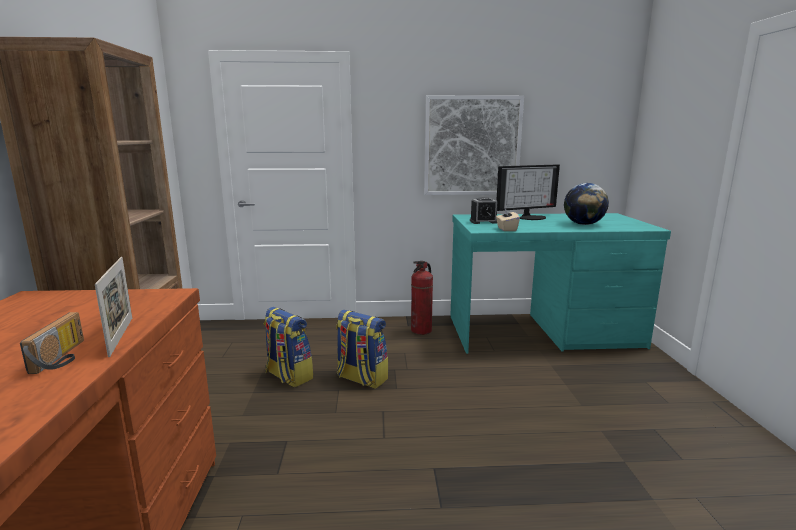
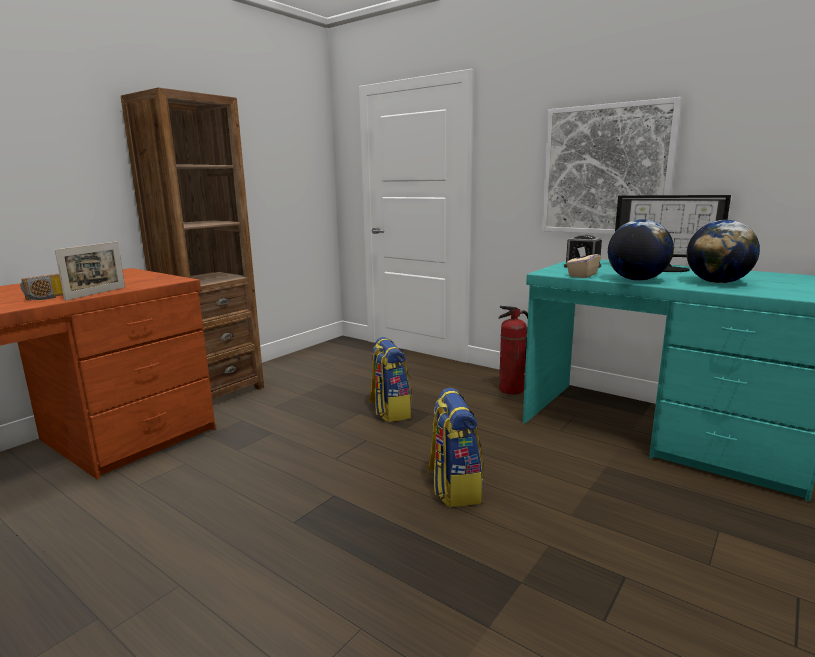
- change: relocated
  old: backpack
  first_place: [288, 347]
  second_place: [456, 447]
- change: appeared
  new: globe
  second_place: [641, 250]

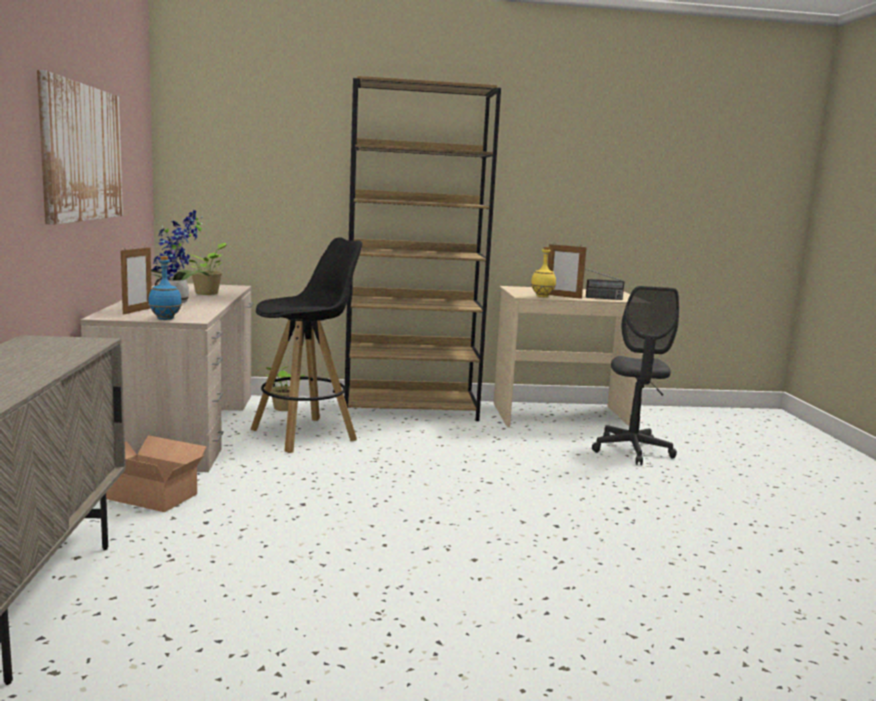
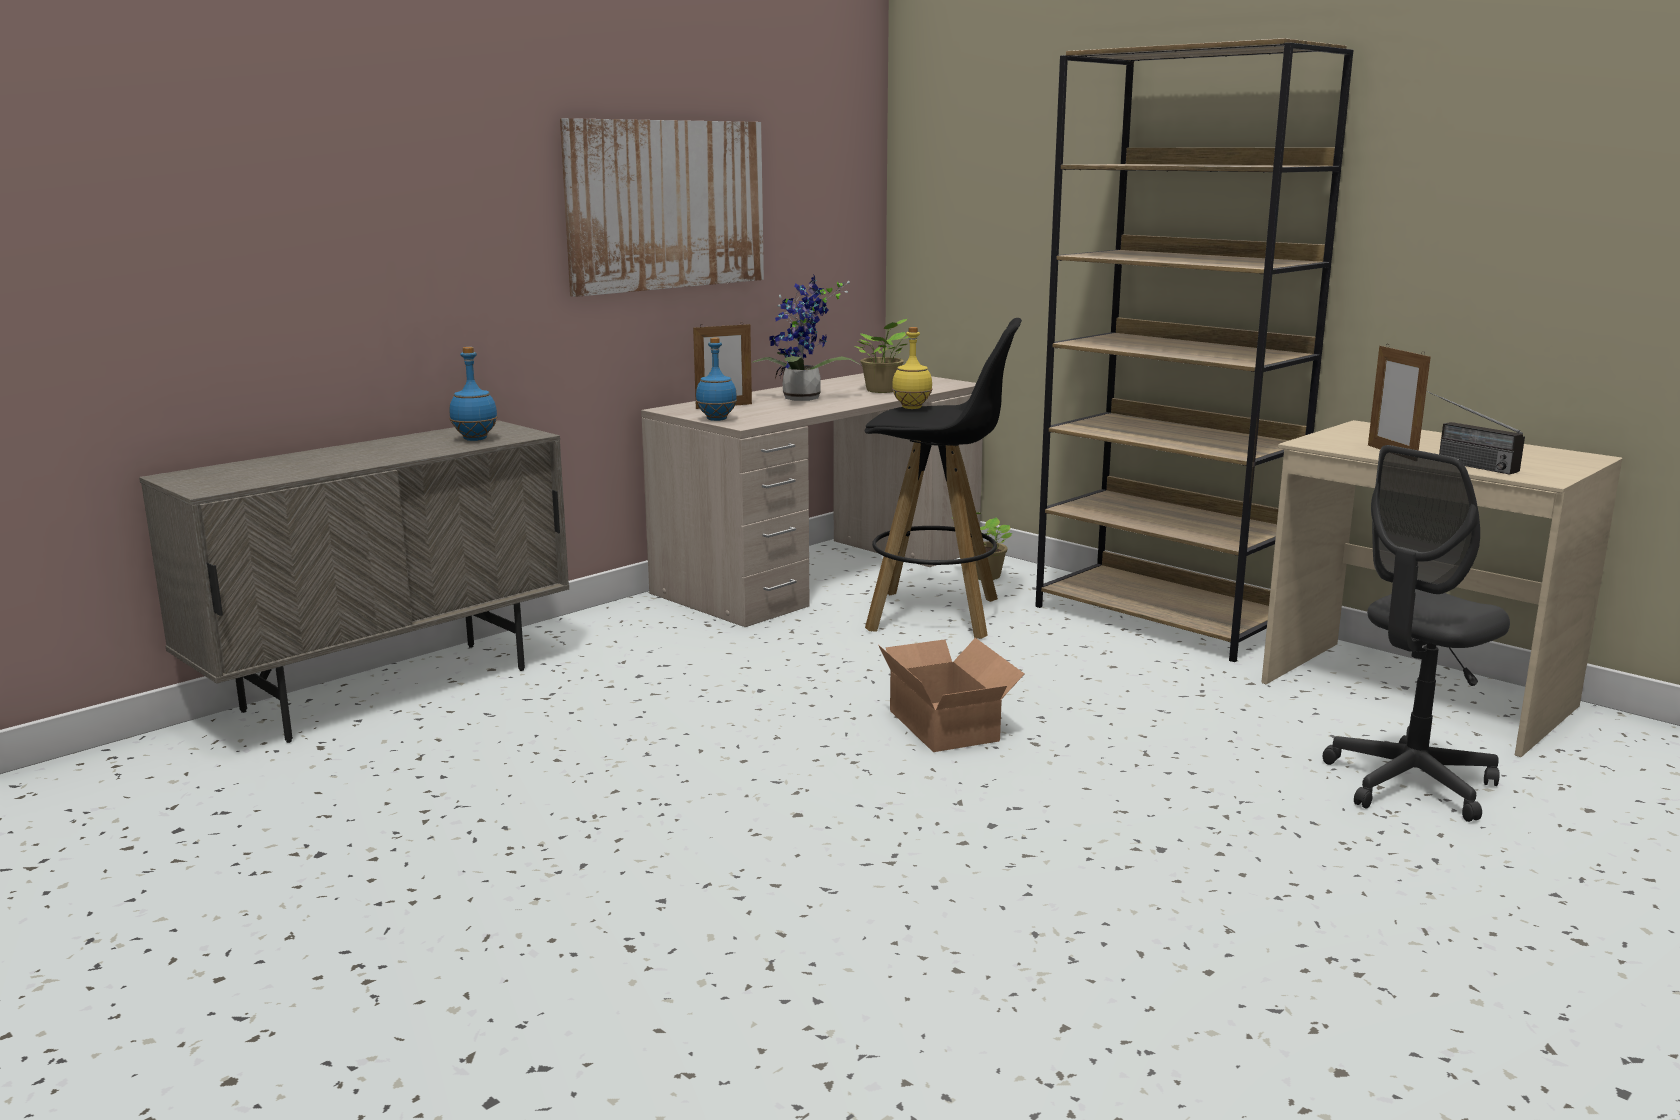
- change: appeared
  new: blue bottle
  second_place: [473, 394]
- change: relocated
  old: cardboard box
  first_place: [156, 473]
  second_place: [951, 695]
- change: relocated
  old: yellow bottle
  first_place: [543, 272]
  second_place: [912, 368]

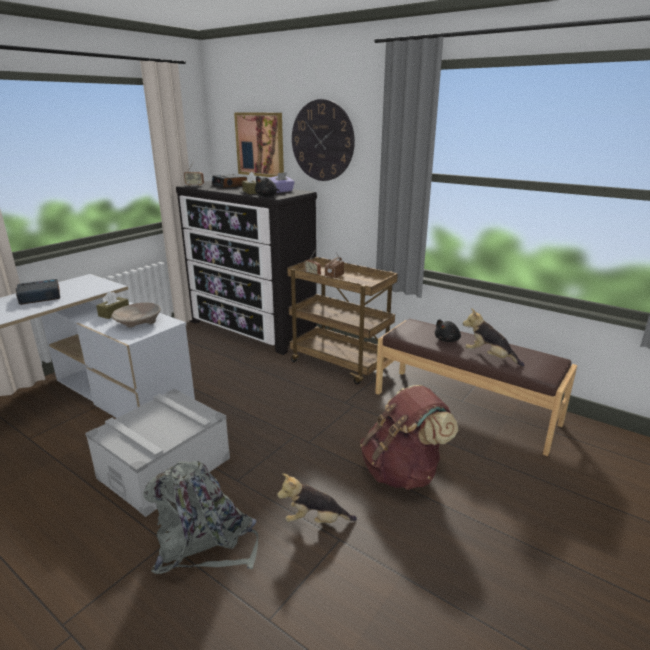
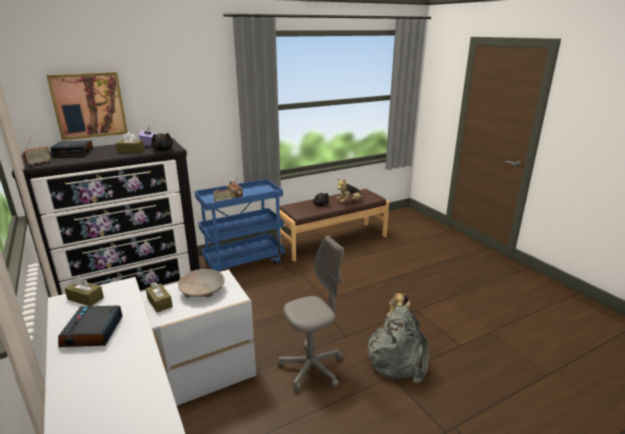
- change: appeared
  new: brown tissue box
  second_place: [84, 291]
- change: colour
  old: brown cart
  new: blue cart
  first_place: [342, 321]
  second_place: [240, 225]
- change: exchanged
  old: grey storage box
  new: grey office chair
  first_place: [157, 452]
  second_place: [311, 314]
- change: missing
  old: wall clock
  first_place: [323, 140]
- change: missing
  old: brown backpack
  first_place: [409, 437]

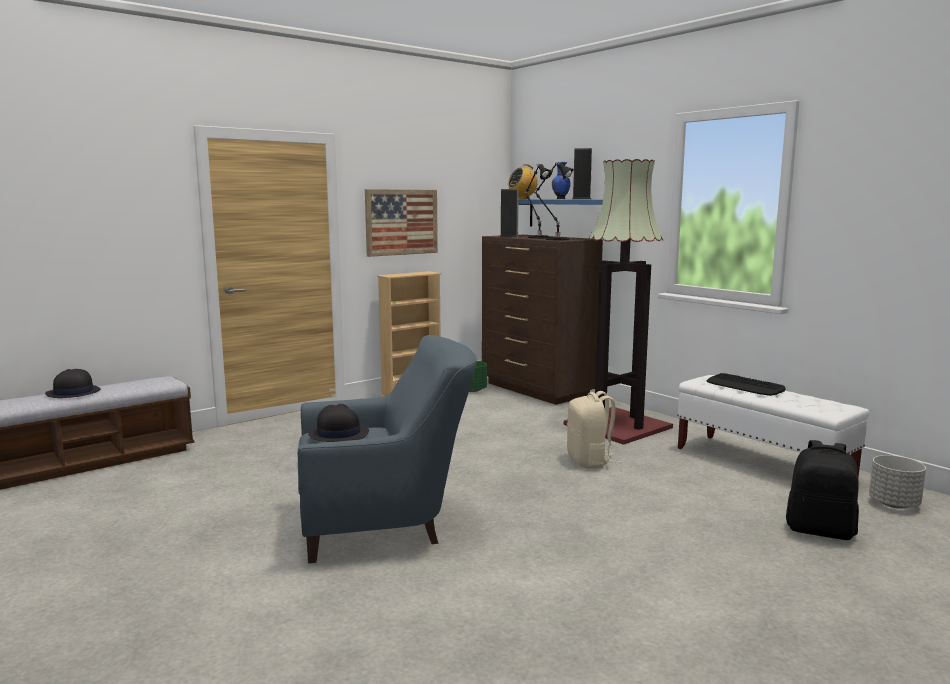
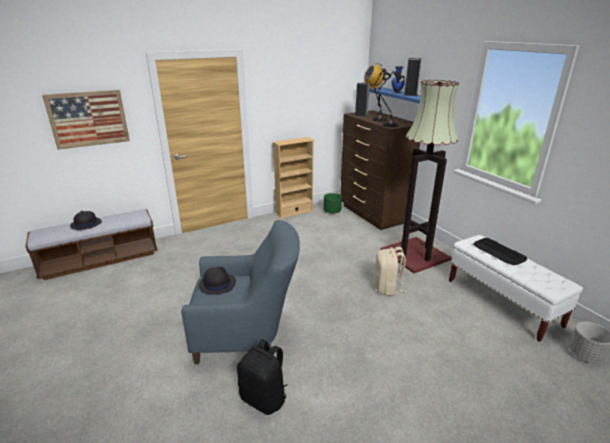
- change: relocated
  old: picture
  first_place: [401, 223]
  second_place: [86, 120]
- change: relocated
  old: black backpack
  first_place: [822, 490]
  second_place: [262, 377]

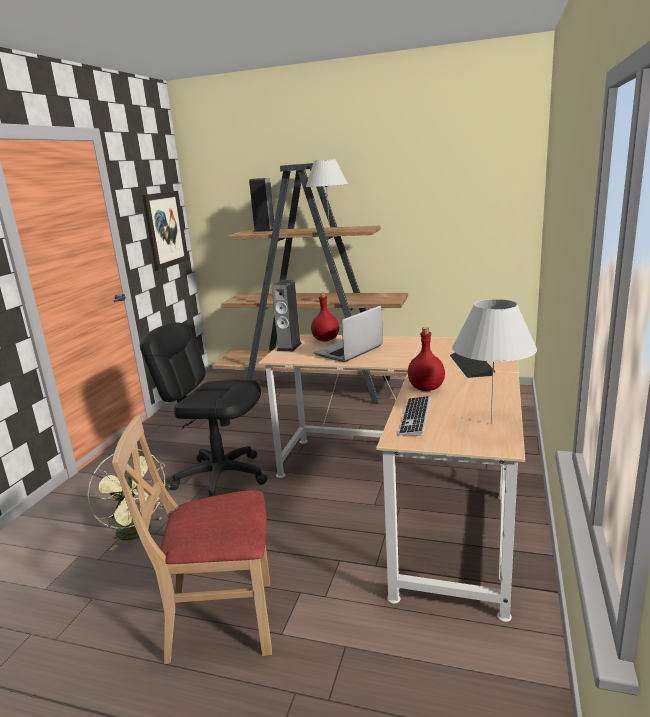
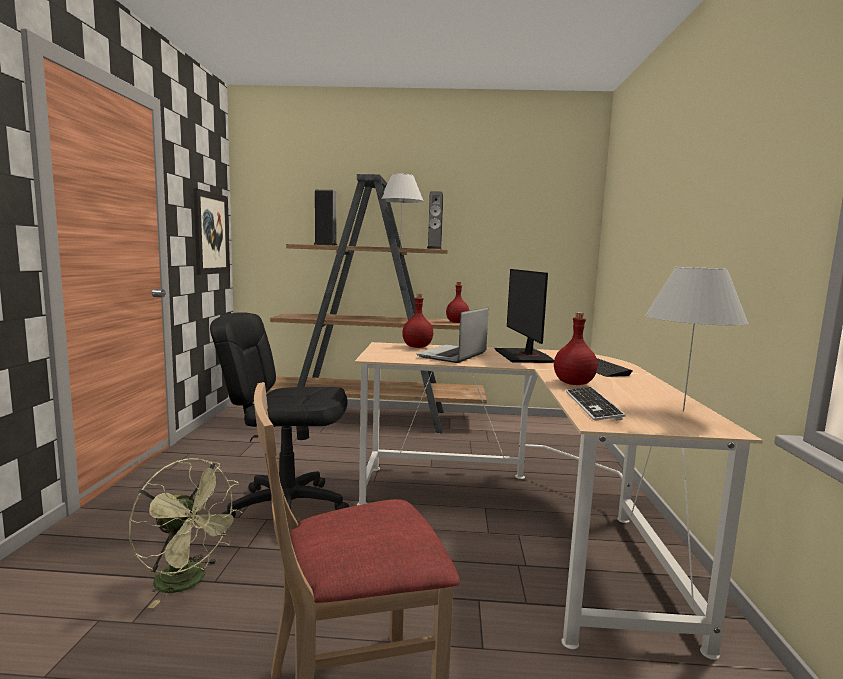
- change: relocated
  old: speaker
  first_place: [287, 316]
  second_place: [435, 220]
- change: appeared
  new: red bottle
  second_place: [457, 302]
- change: appeared
  new: monitor
  second_place: [524, 316]

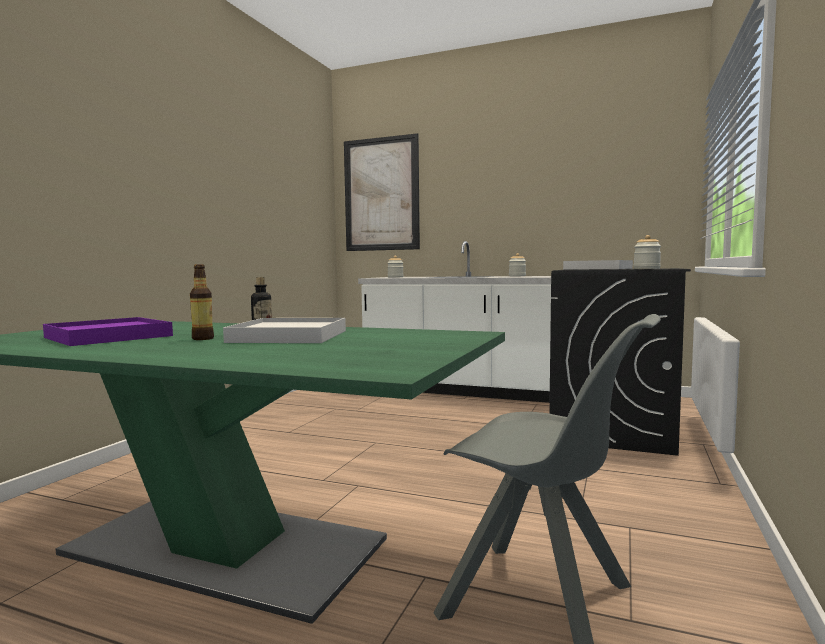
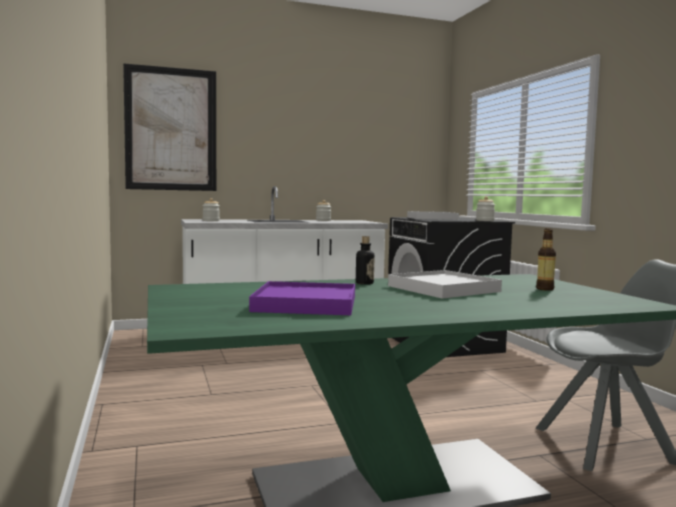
- change: relocated
  old: bottle
  first_place: [202, 302]
  second_place: [546, 259]

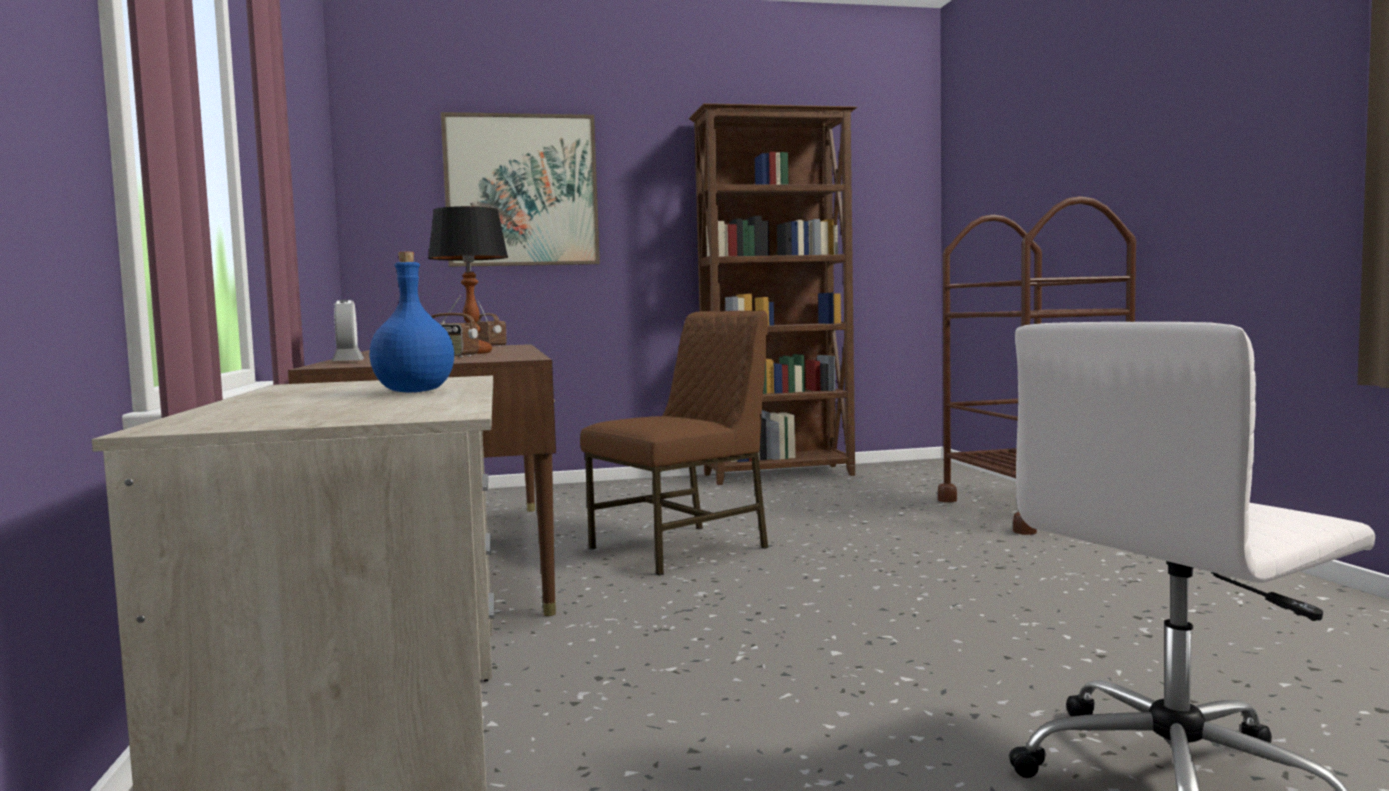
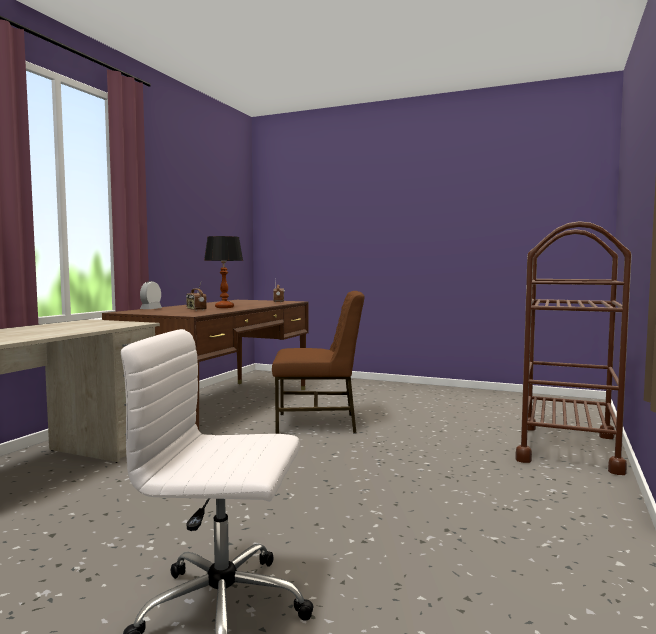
- change: missing
  old: blue bottle
  first_place: [412, 322]
- change: missing
  old: picture
  first_place: [520, 189]
- change: missing
  old: brown bookcase
  first_place: [773, 294]

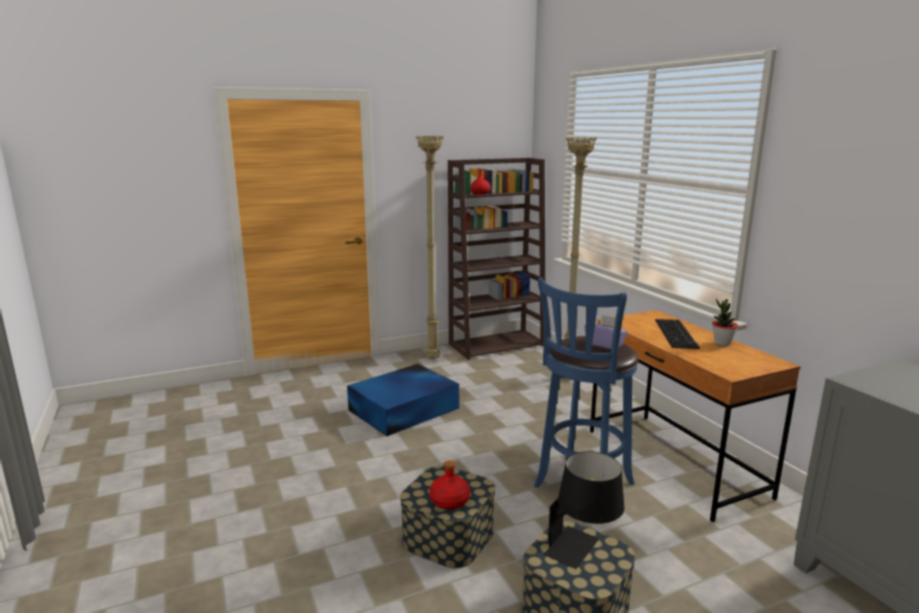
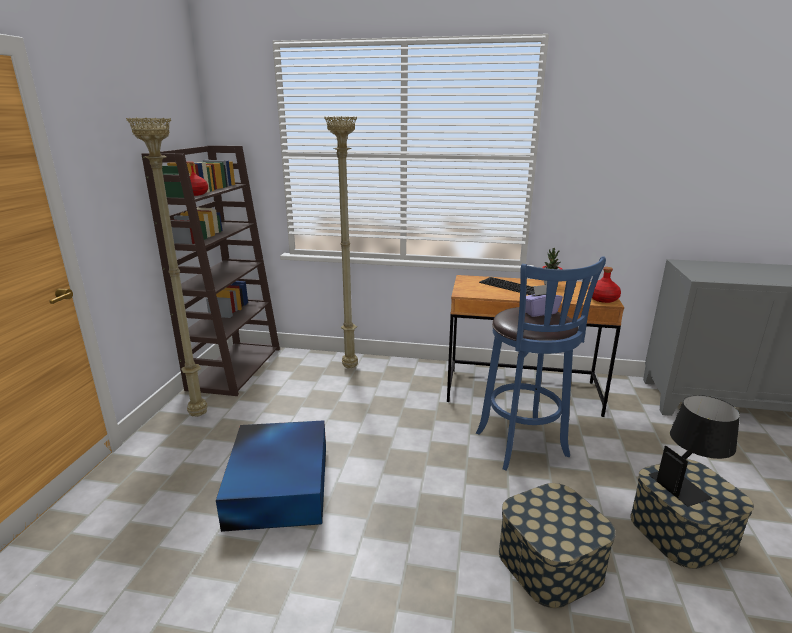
- change: relocated
  old: red bottle
  first_place: [449, 485]
  second_place: [604, 285]

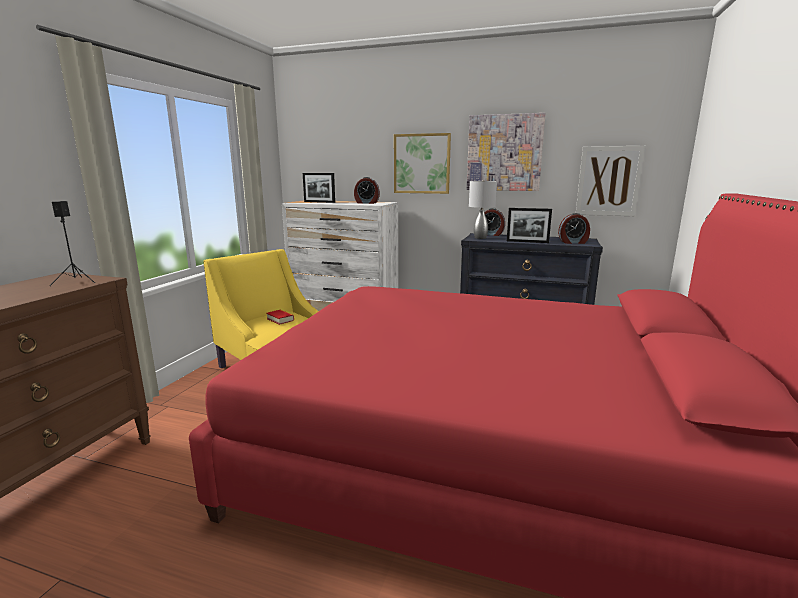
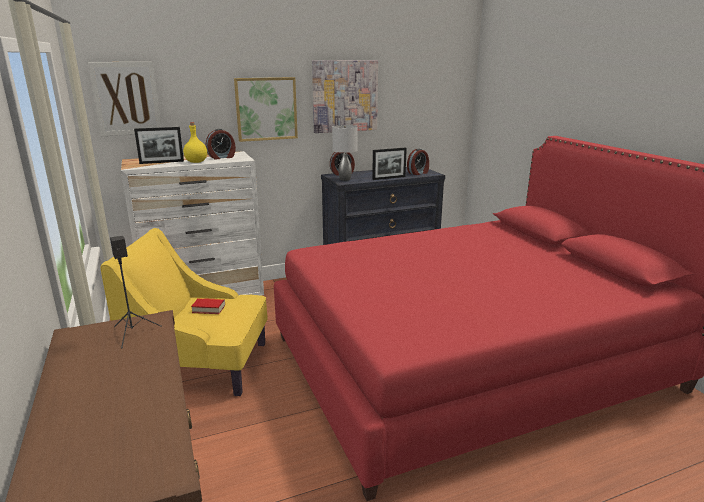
- change: relocated
  old: picture
  first_place: [610, 181]
  second_place: [124, 99]
- change: appeared
  new: yellow bottle
  second_place: [195, 142]

